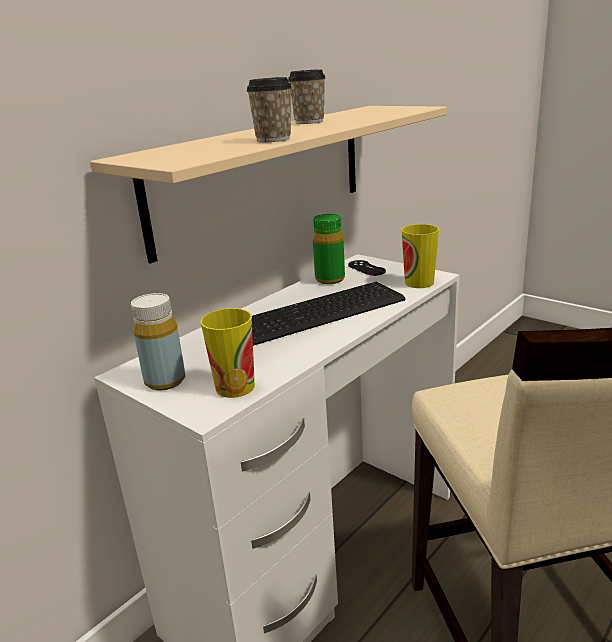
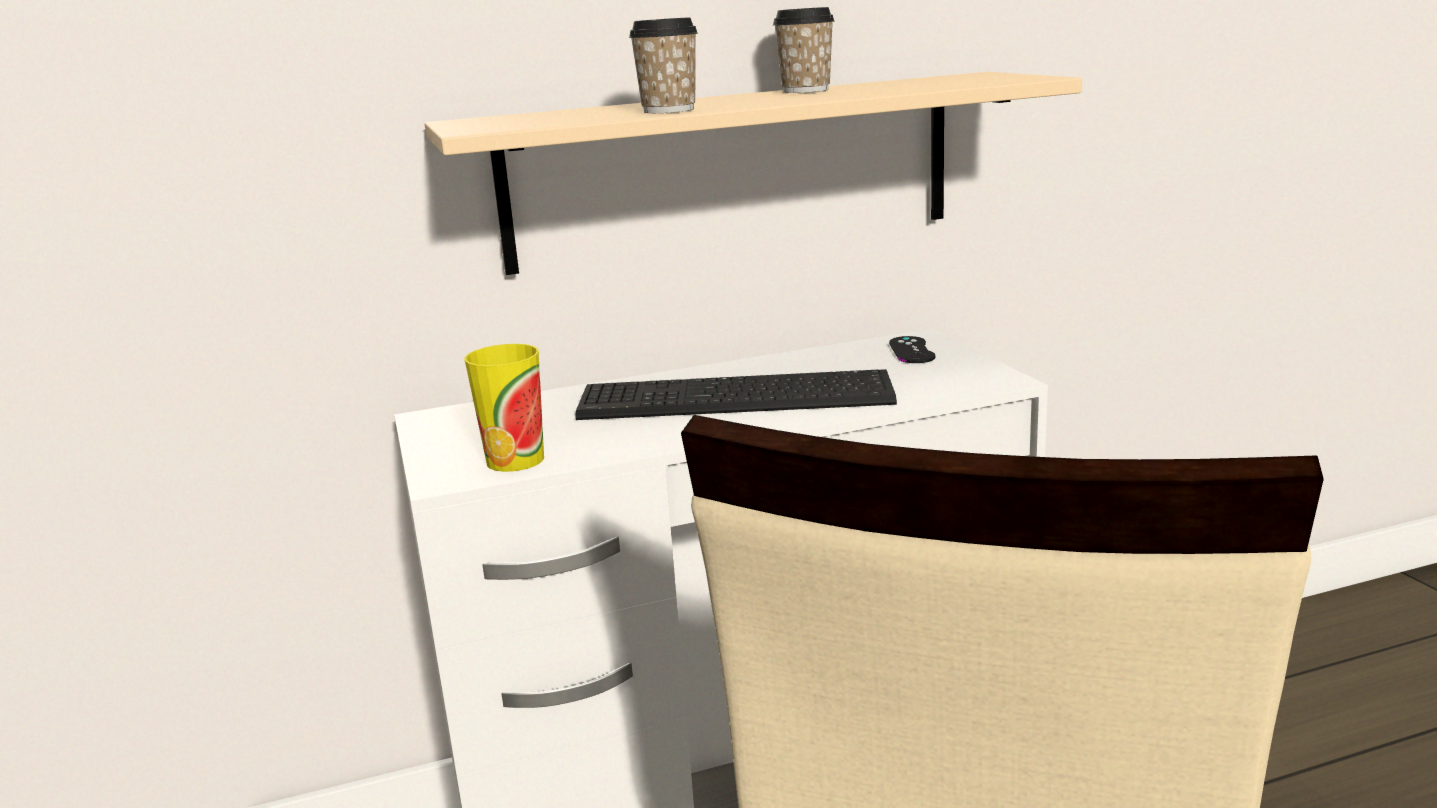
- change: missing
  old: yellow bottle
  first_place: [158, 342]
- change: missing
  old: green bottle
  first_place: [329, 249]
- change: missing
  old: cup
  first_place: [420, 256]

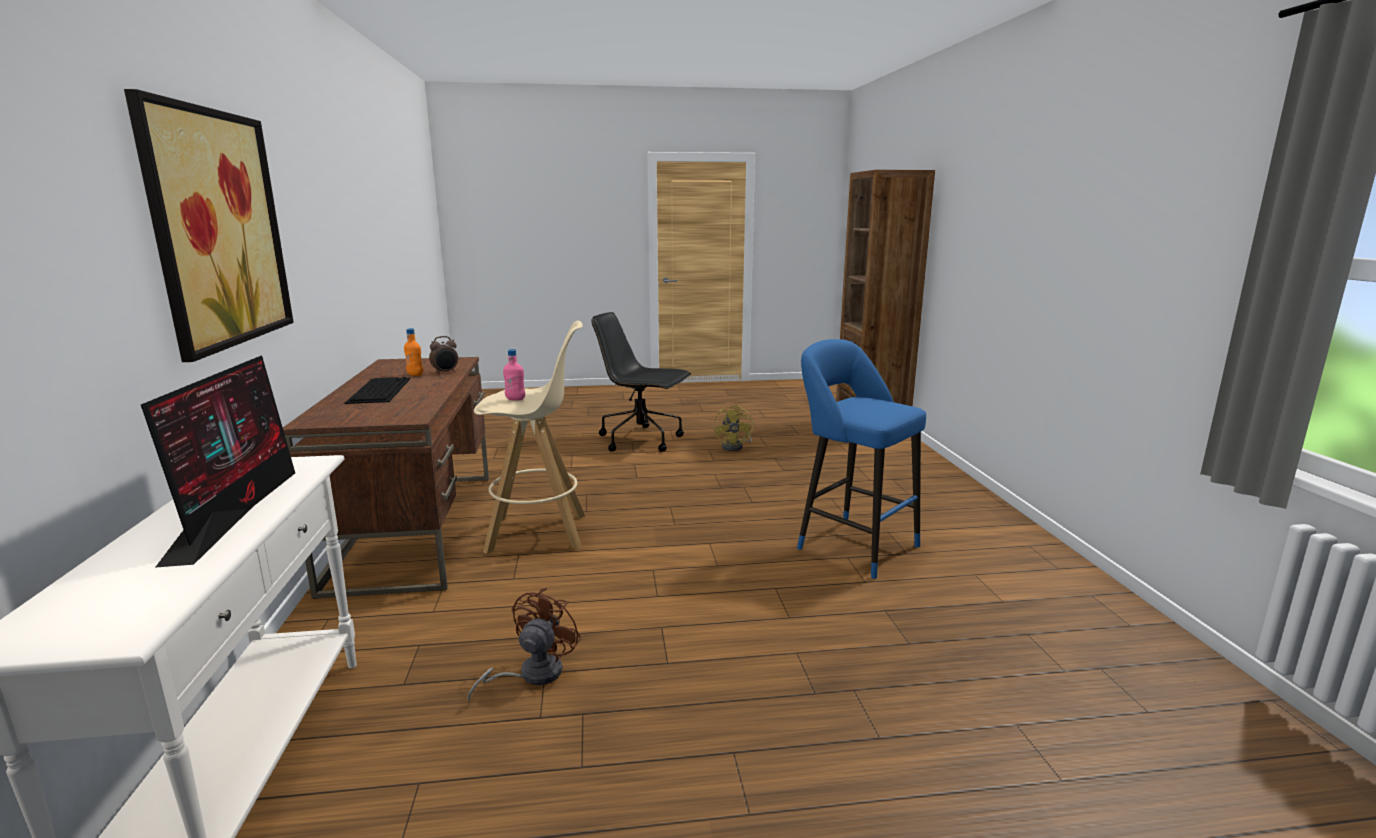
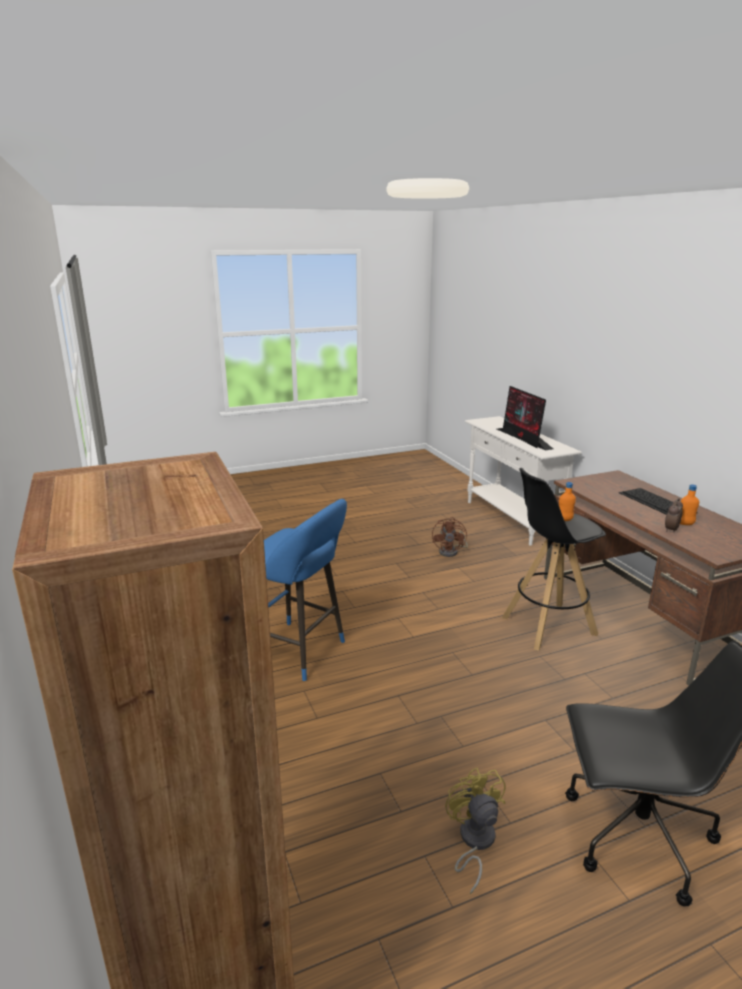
- change: colour
  old: beige stool
  new: black stool
  first_place: [529, 437]
  second_place: [554, 559]
- change: colour
  old: pink bottle
  new: orange bottle
  first_place: [514, 375]
  second_place: [567, 501]
- change: missing
  old: picture
  first_place: [209, 225]

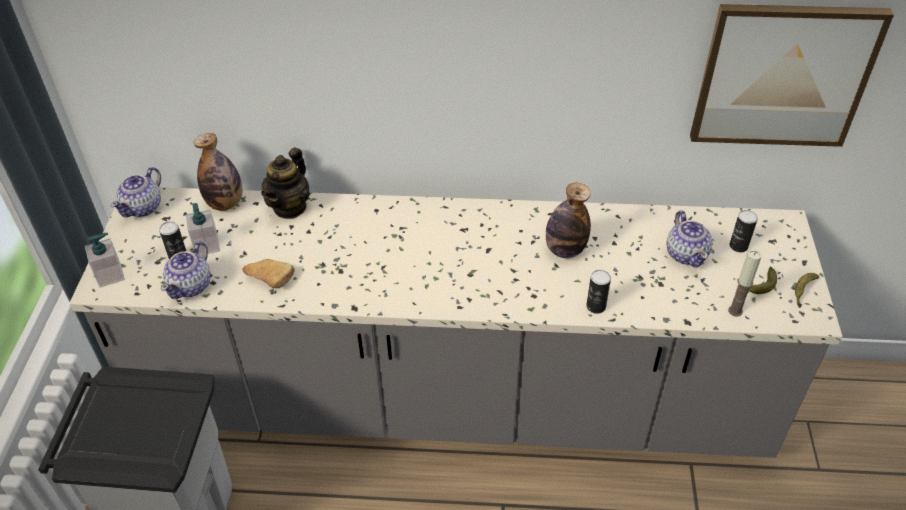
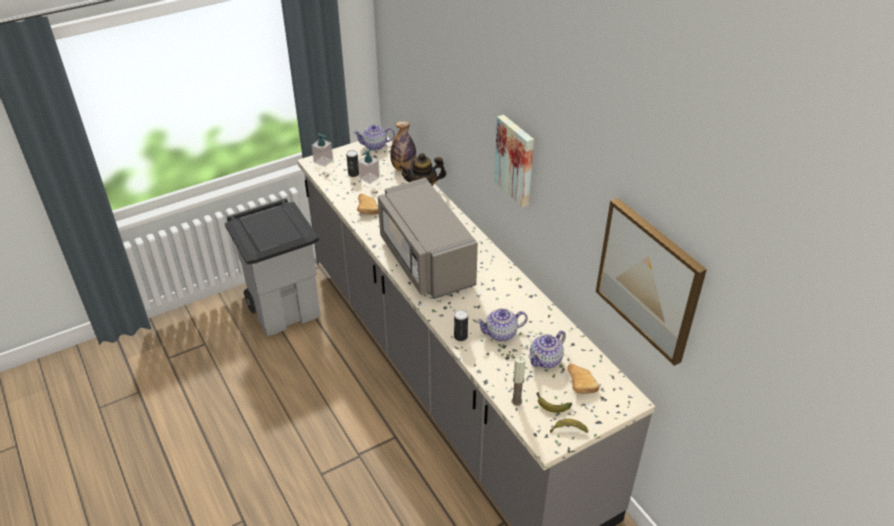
- change: appeared
  new: grey microwave
  second_place: [428, 238]
- change: relocated
  old: teapot
  first_place: [186, 270]
  second_place: [502, 324]
- change: appeared
  new: picture
  second_place: [514, 161]
- change: exchanged
  old: can
  new: bread
  first_place: [744, 231]
  second_place: [583, 379]
- change: missing
  old: bottle
  first_place: [568, 220]

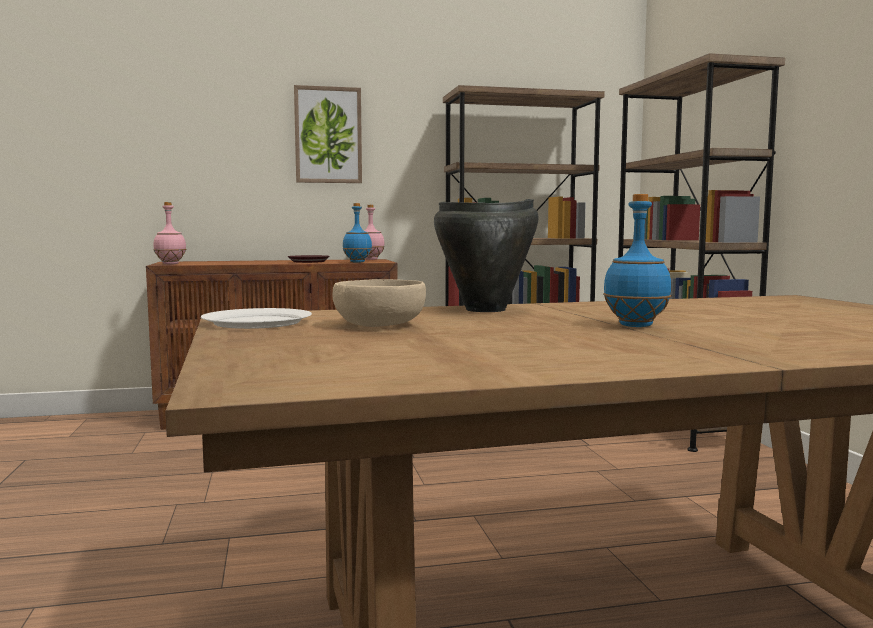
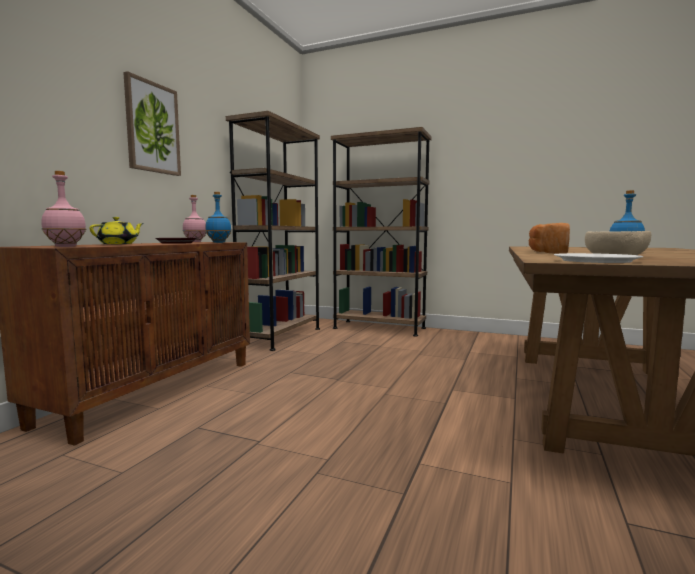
- change: appeared
  new: yellow teapot
  second_place: [116, 230]
- change: exchanged
  old: black cooking pot
  new: bread
  first_place: [486, 255]
  second_place: [549, 238]

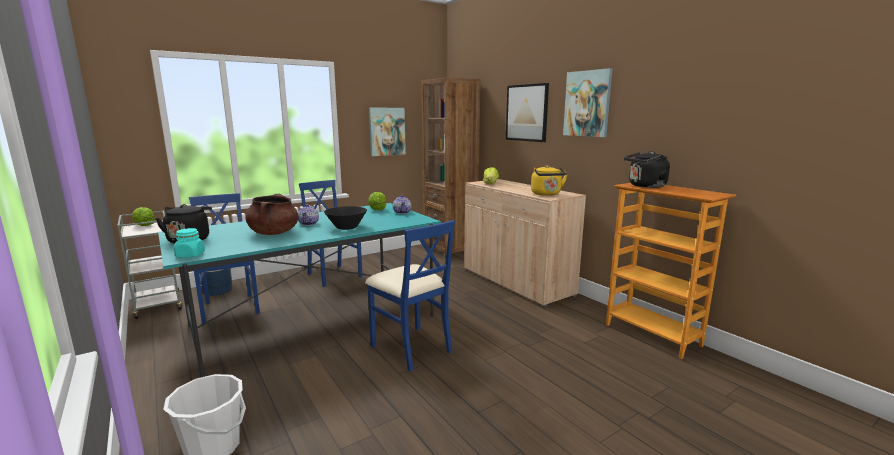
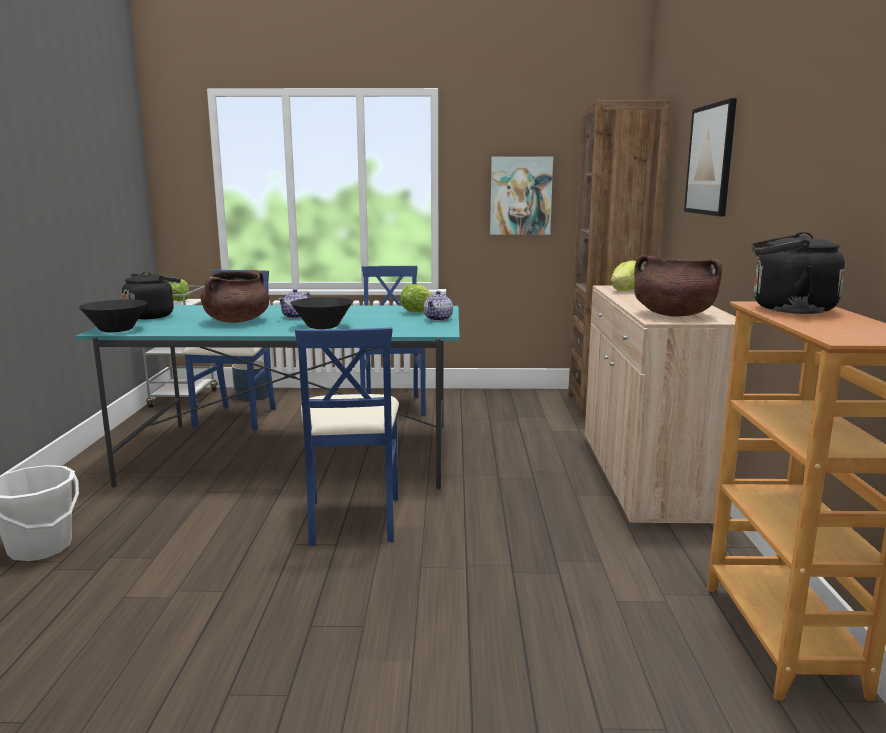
- change: exchanged
  old: turquoise jar
  new: black bowl
  first_place: [189, 243]
  second_place: [113, 315]
- change: exchanged
  old: yellow kettle
  new: brown cooking pot
  first_place: [549, 180]
  second_place: [678, 286]
- change: missing
  old: picture
  first_place: [588, 102]

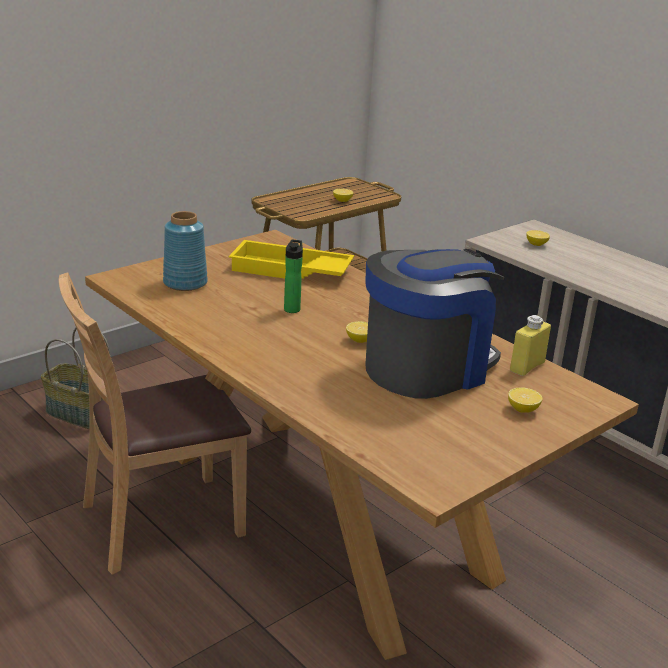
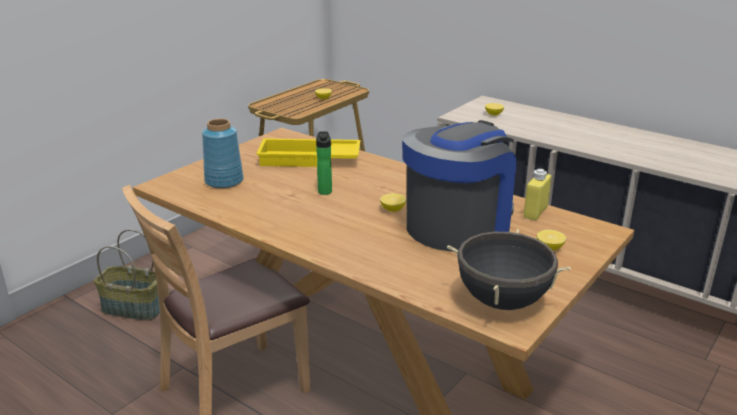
- change: appeared
  new: black cooking pot
  second_place: [509, 269]

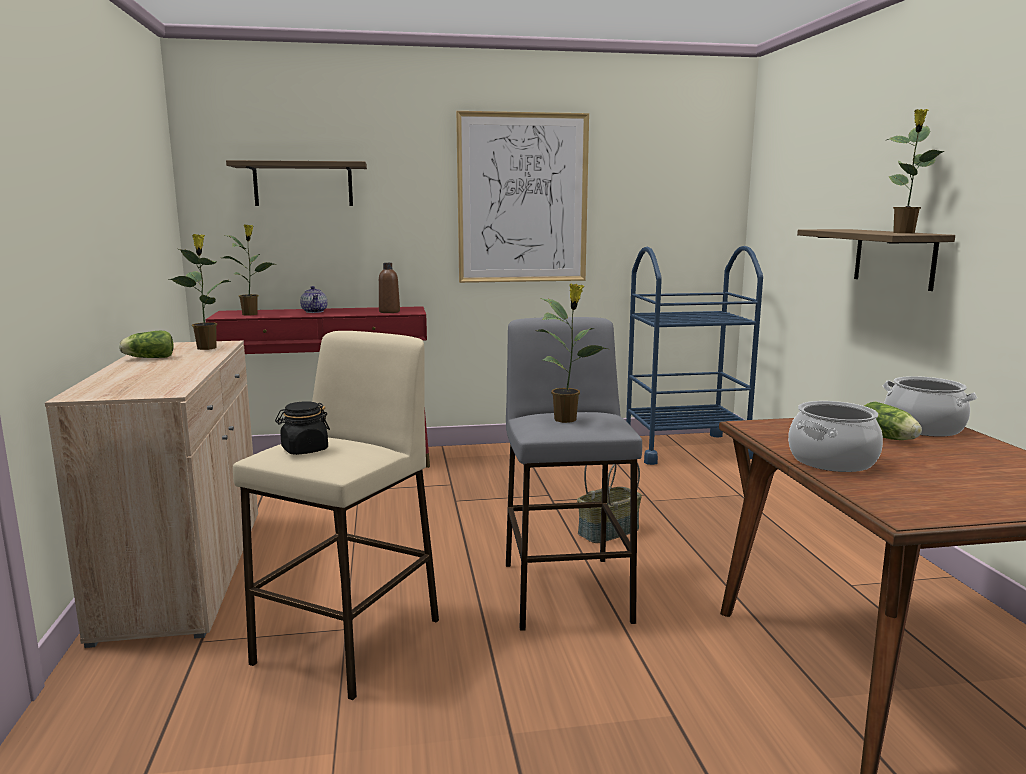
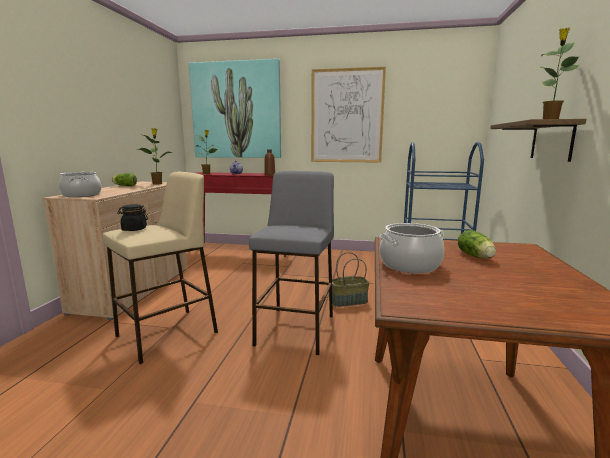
- change: relocated
  old: cooking pot
  first_place: [930, 406]
  second_place: [79, 184]
- change: exchanged
  old: shelf
  new: picture
  first_place: [296, 183]
  second_place: [235, 108]
- change: missing
  old: potted plant
  first_place: [573, 353]

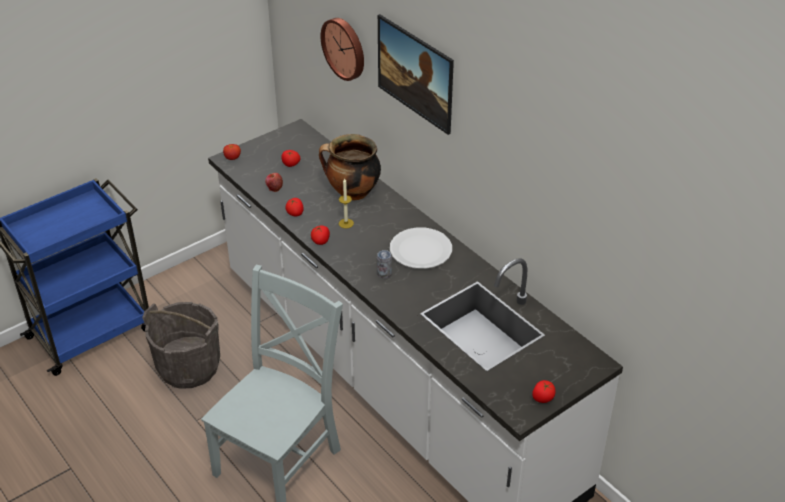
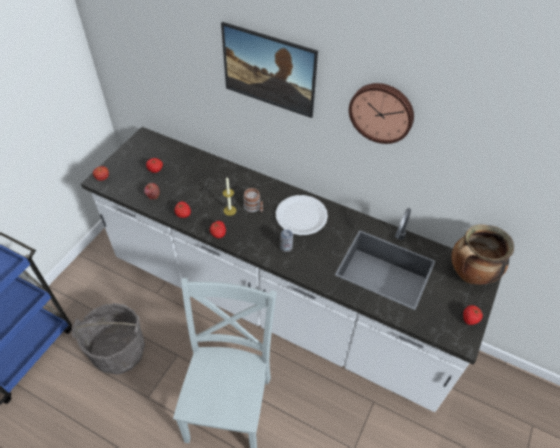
- change: appeared
  new: mug
  second_place: [253, 200]
- change: relocated
  old: wall clock
  first_place: [342, 49]
  second_place: [381, 113]
- change: relocated
  old: cooking pot
  first_place: [350, 167]
  second_place: [482, 254]

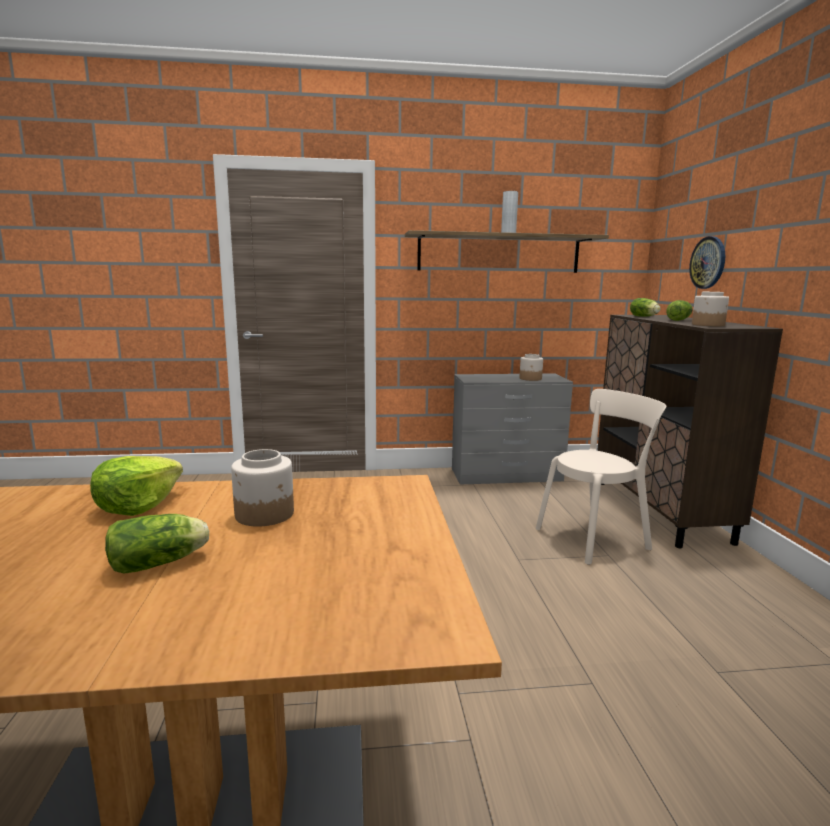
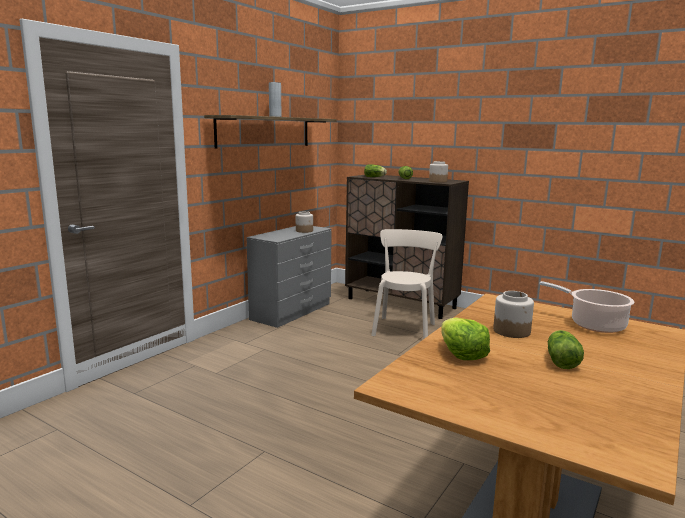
- change: appeared
  new: cooking pot
  second_place: [586, 307]
- change: missing
  old: wall clock
  first_place: [707, 262]

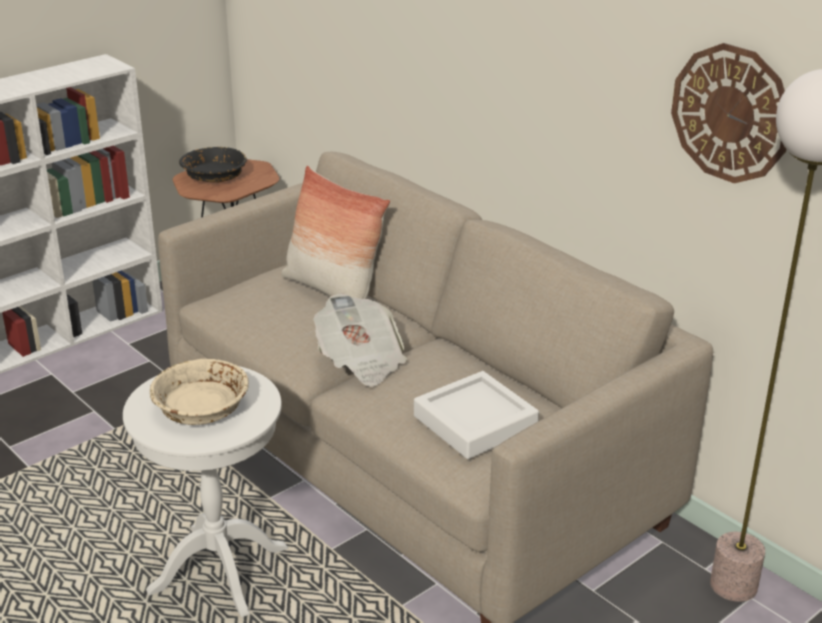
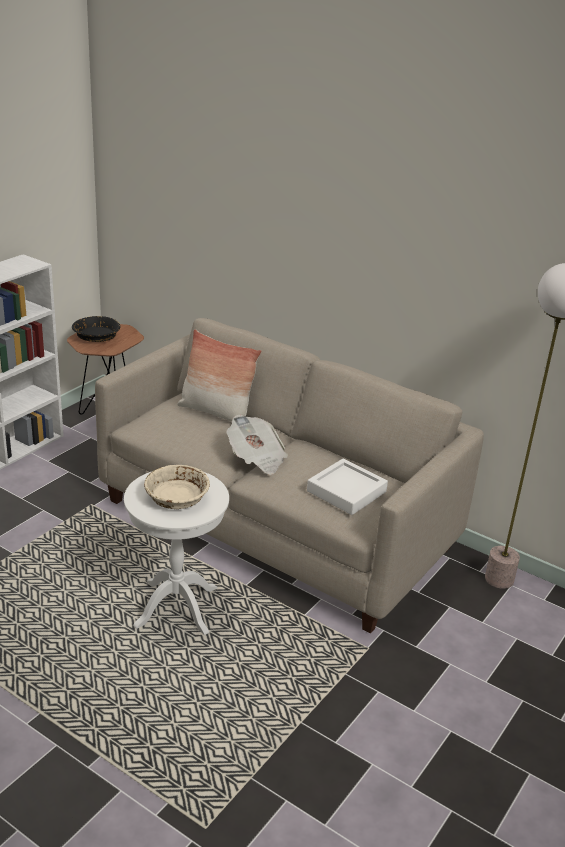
- change: missing
  old: wall clock
  first_place: [728, 113]

